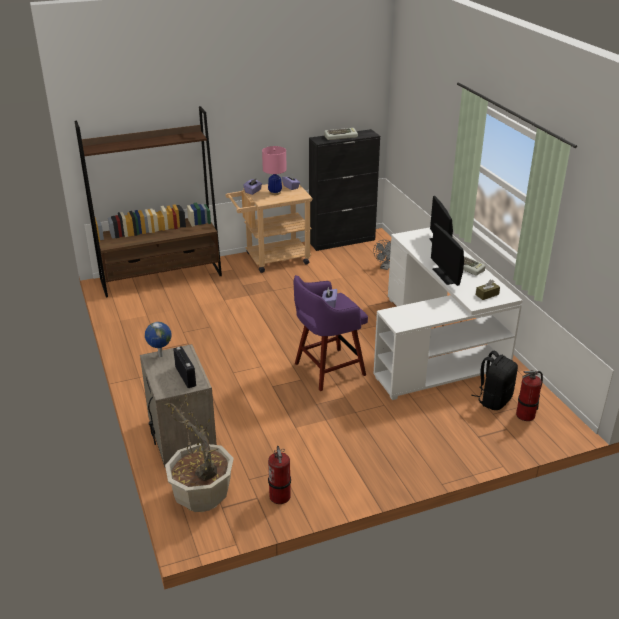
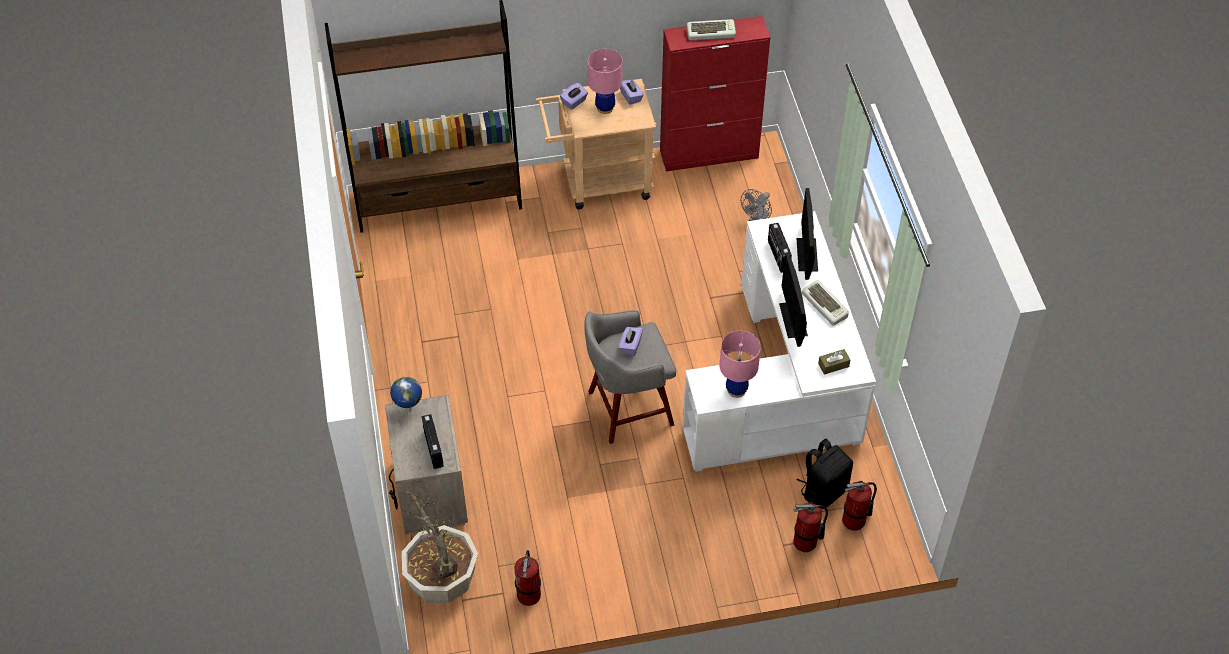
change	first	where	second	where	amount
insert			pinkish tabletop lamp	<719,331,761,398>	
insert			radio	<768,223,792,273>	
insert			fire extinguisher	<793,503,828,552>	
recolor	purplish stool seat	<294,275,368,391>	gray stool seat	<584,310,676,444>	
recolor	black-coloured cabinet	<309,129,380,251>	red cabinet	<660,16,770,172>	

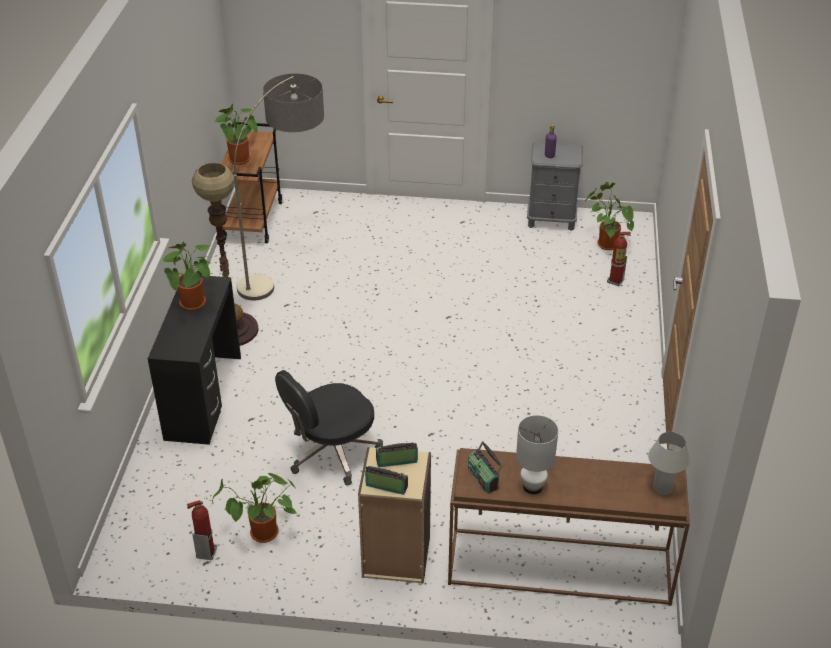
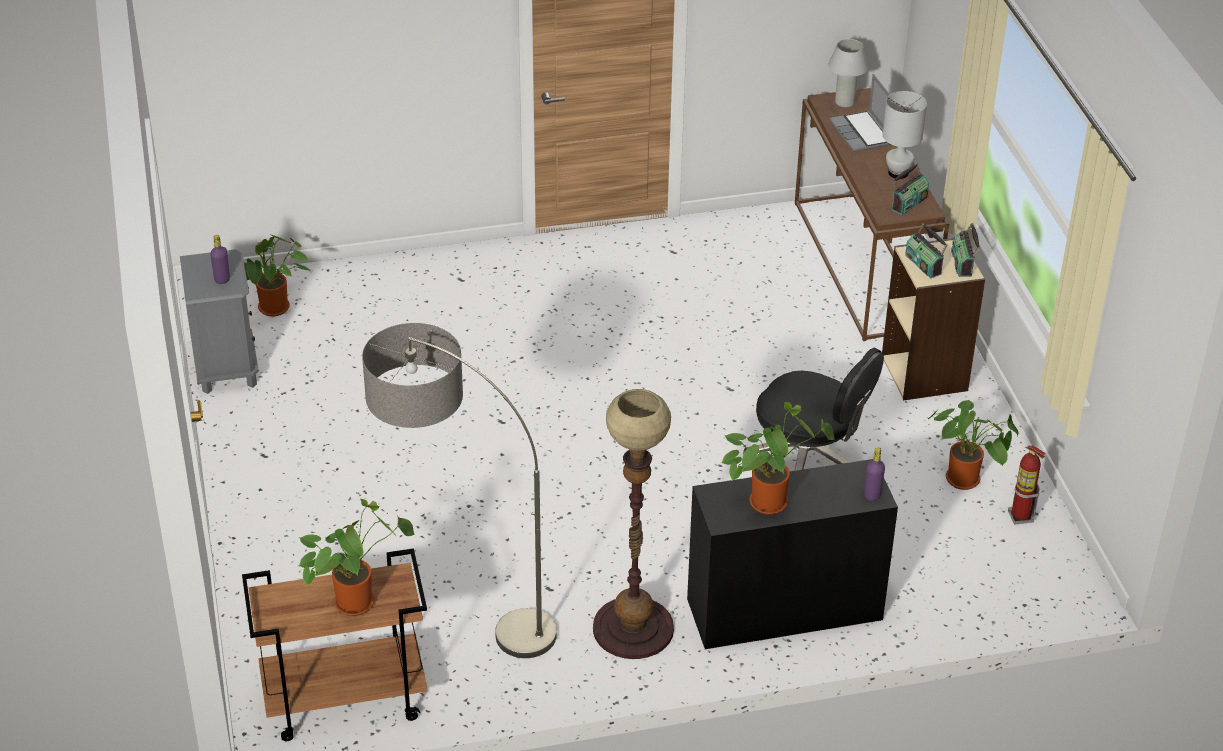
change	first	where	second	where	amount
delete	fire extinguisher	<607,232,631,287>			
insert			notebook computer	<830,74,891,152>	
insert			purplish drink bottle	<864,448,885,501>	

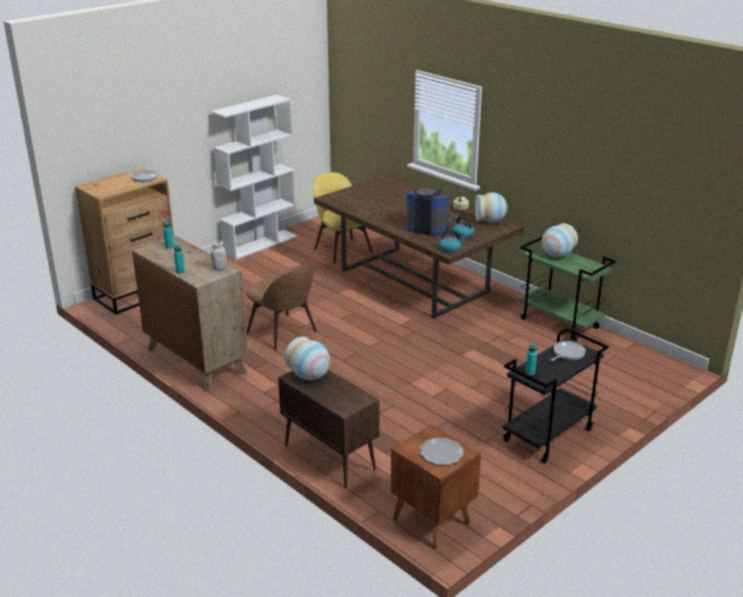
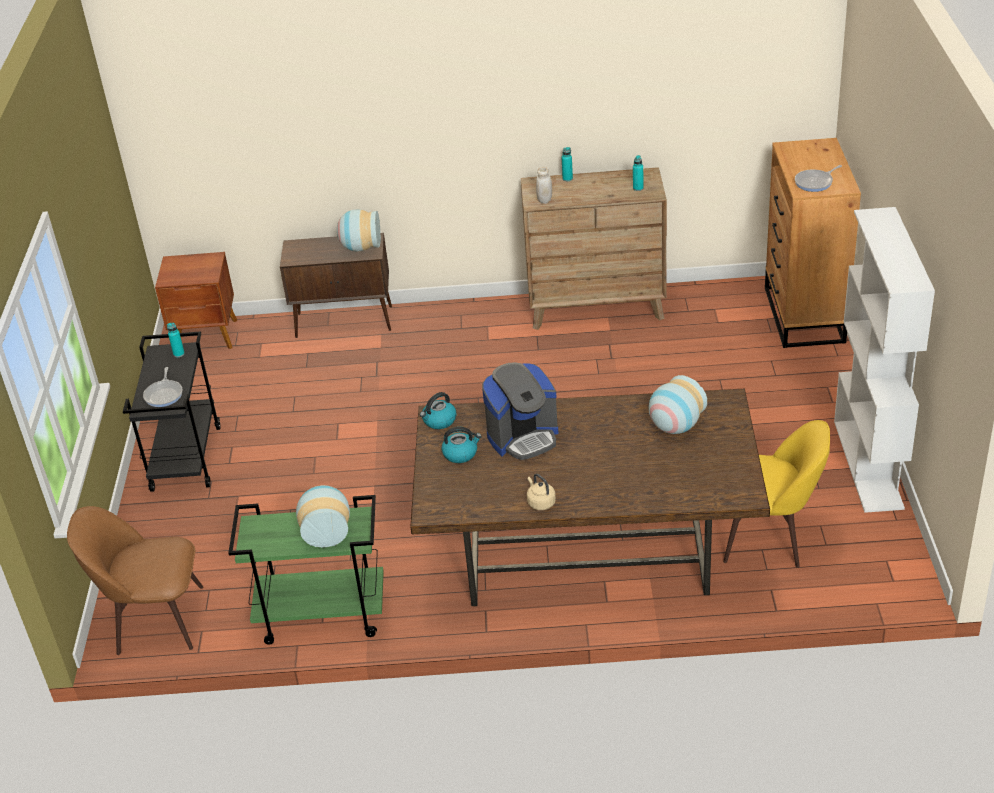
change	first	where	second	where	amount
delete	dinner plate	<420,438,464,465>			
move	brown upright chair	<246,263,317,350>		<67,506,203,655>	
move	vase	<475,192,507,223>		<649,375,707,434>	

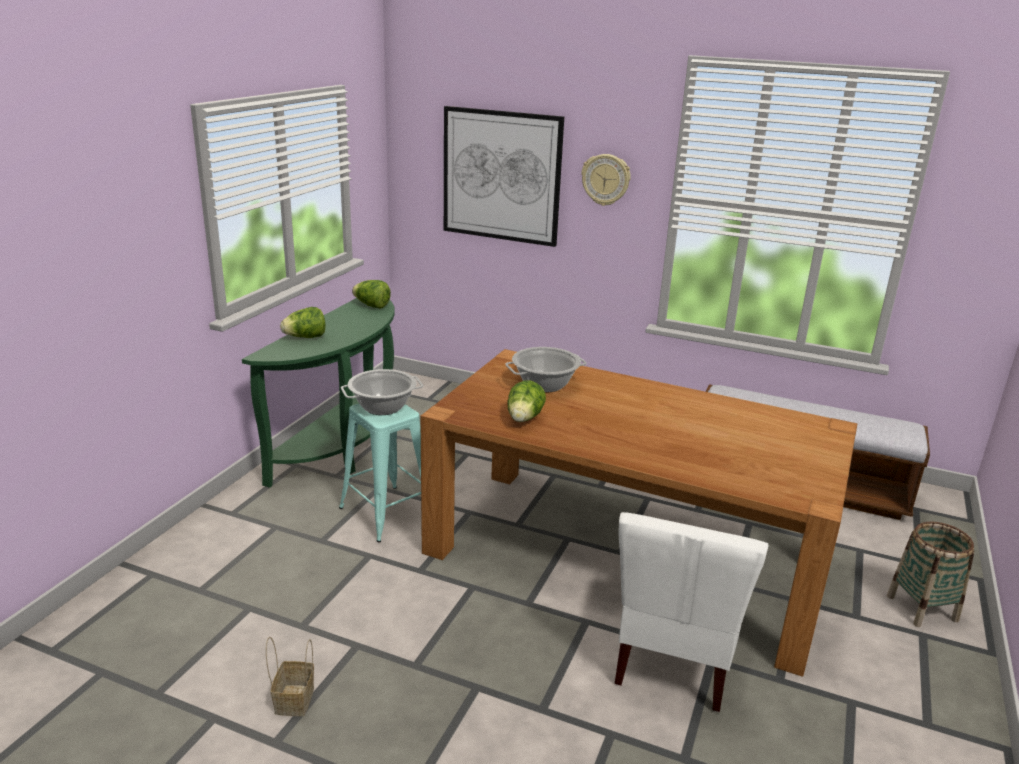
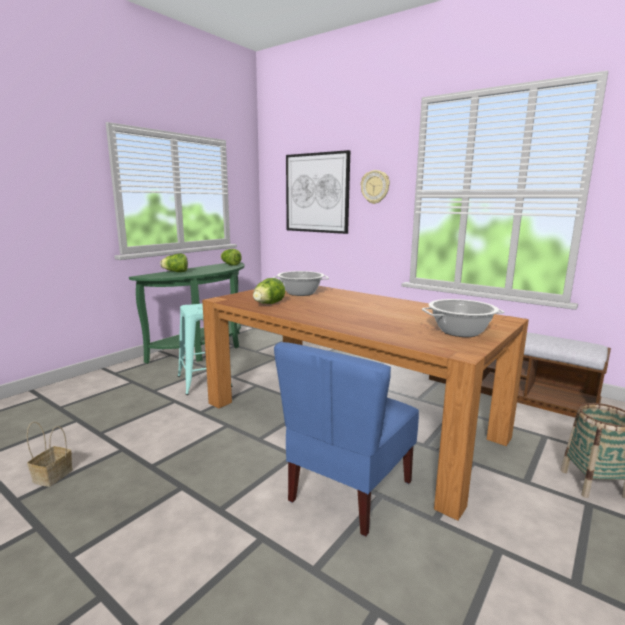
change	first	where	second	where	amount
move	stockpot	<341,369,423,415>		<422,299,504,337>	
recolor	white-coloured upright chair	<615,512,768,712>	blue upright chair	<274,342,419,536>	

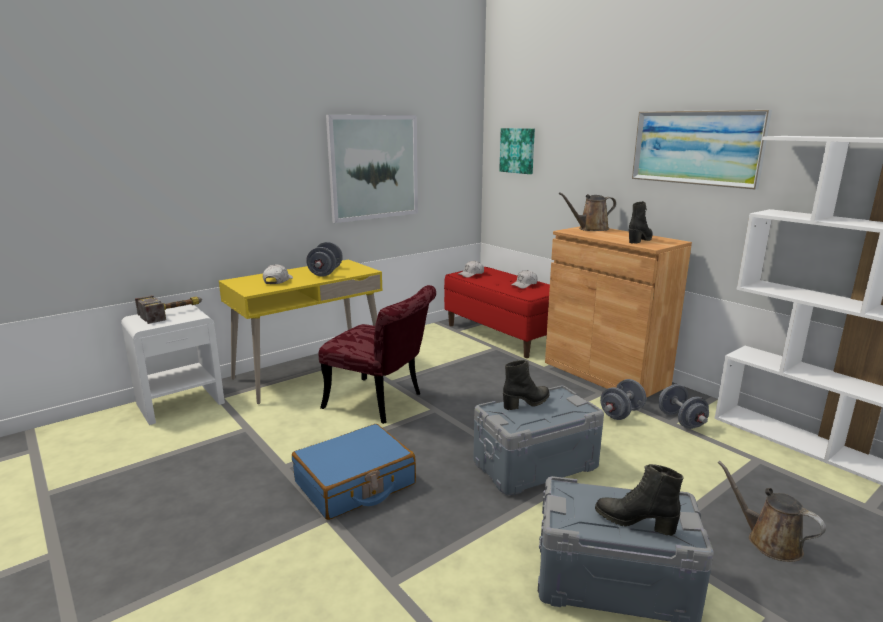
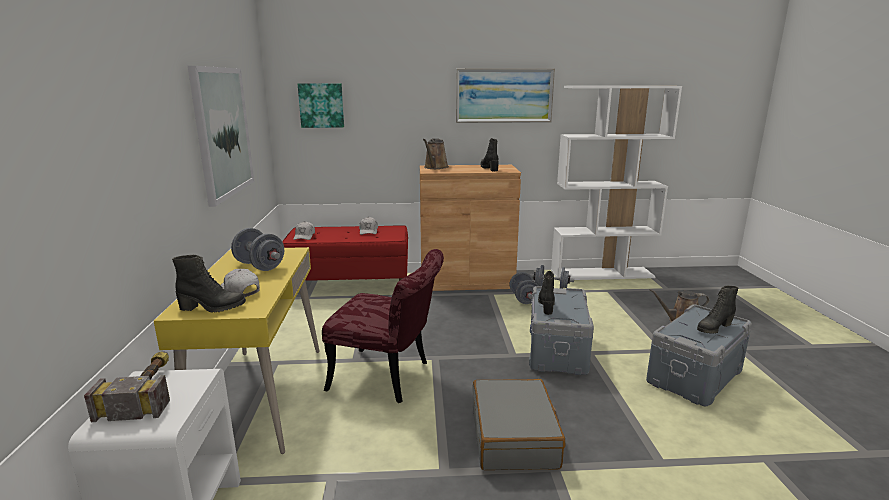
change	first	where	second	where	amount
insert			black-coloured high-top boot	<172,255,246,313>	
recolor	blue travel case	<292,424,416,520>	gray travel case	<472,379,565,470>	
rotate	red upright chair	<319,285,436,424>		<322,249,444,403>	45 degrees clockwise

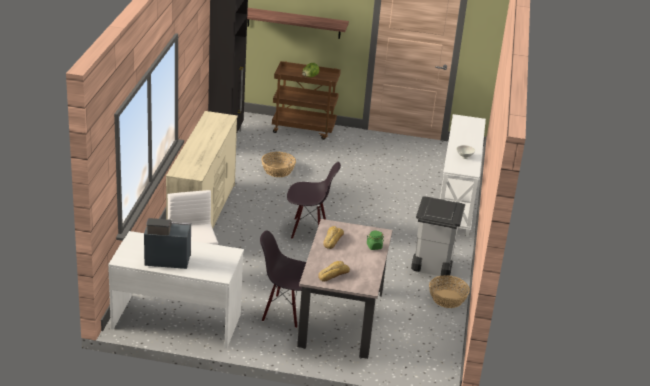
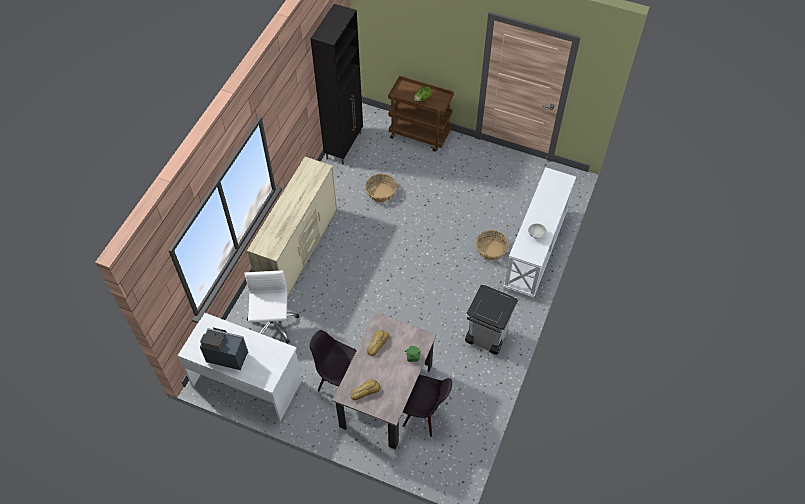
change	first	where	second	where	amount
delete	wall shelf	<247,8,349,39>			
move	black-coloured upright chair	<287,162,341,239>		<403,375,452,437>	
move	basket	<429,275,470,308>		<476,230,509,260>	

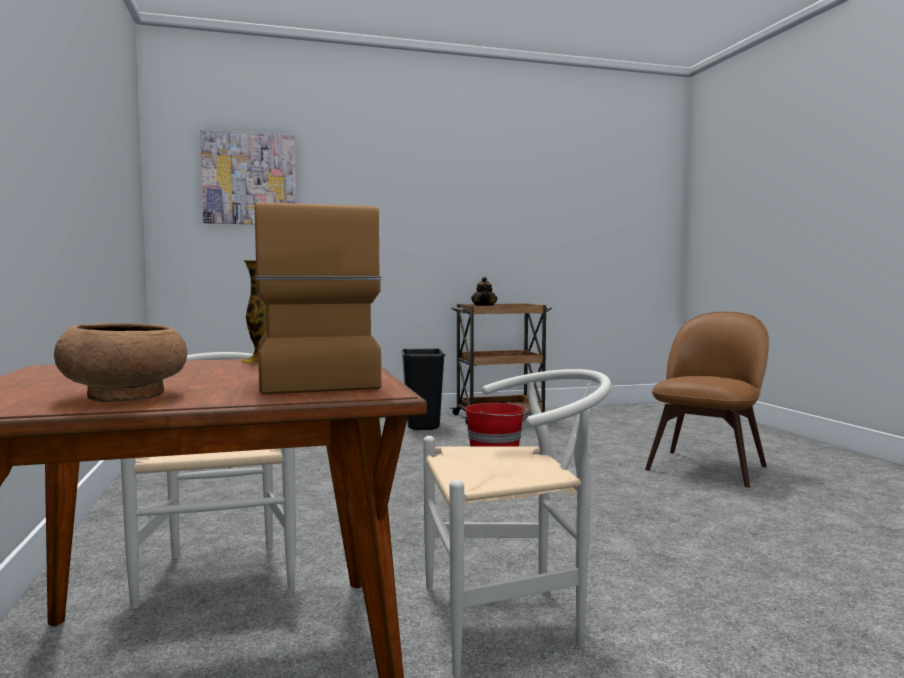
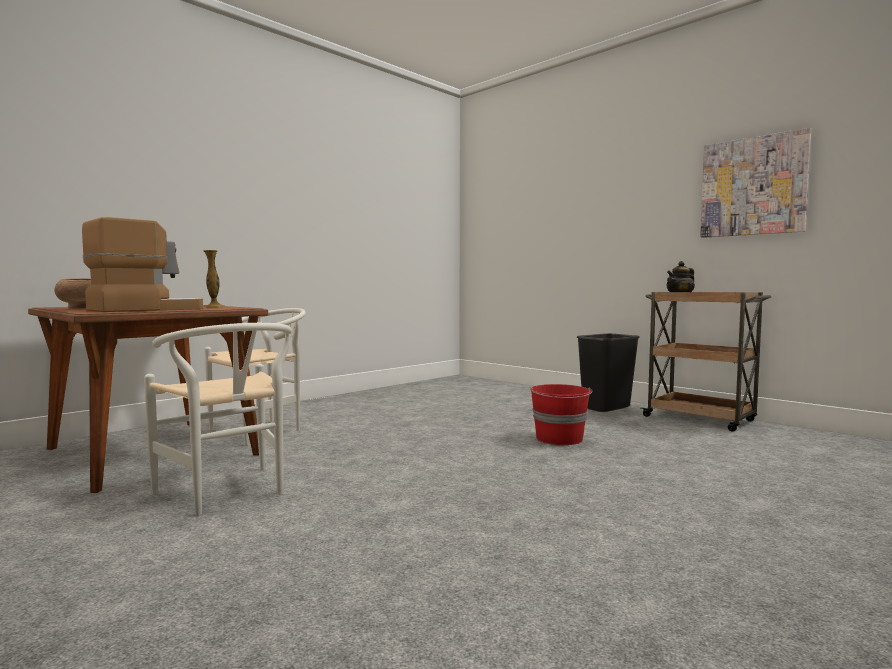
change	first	where	second	where	amount
delete	brown upright chair	<645,312,769,488>			
move	picture	<200,130,296,224>		<700,128,811,238>	

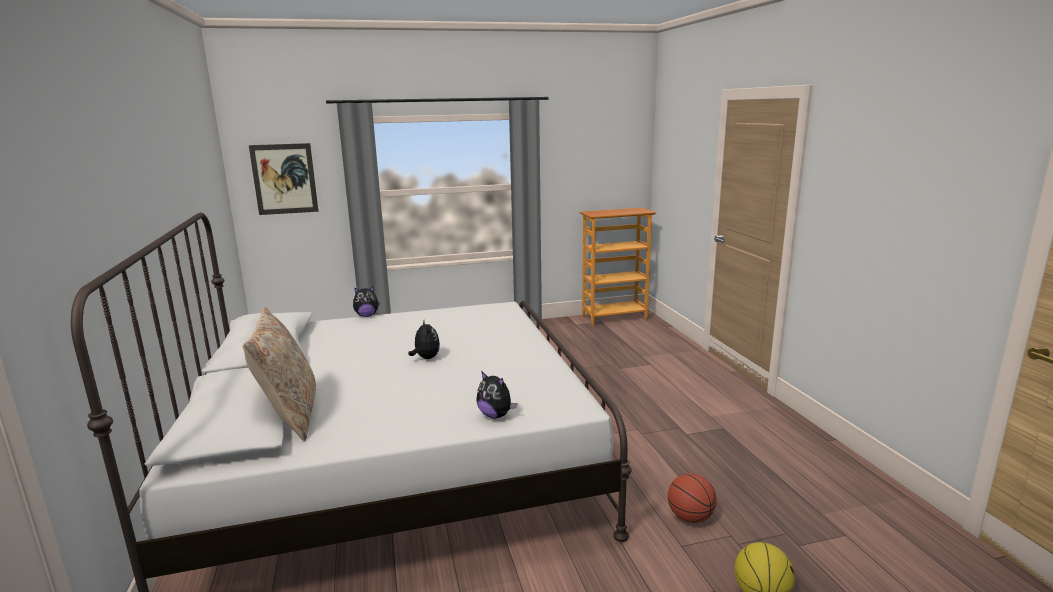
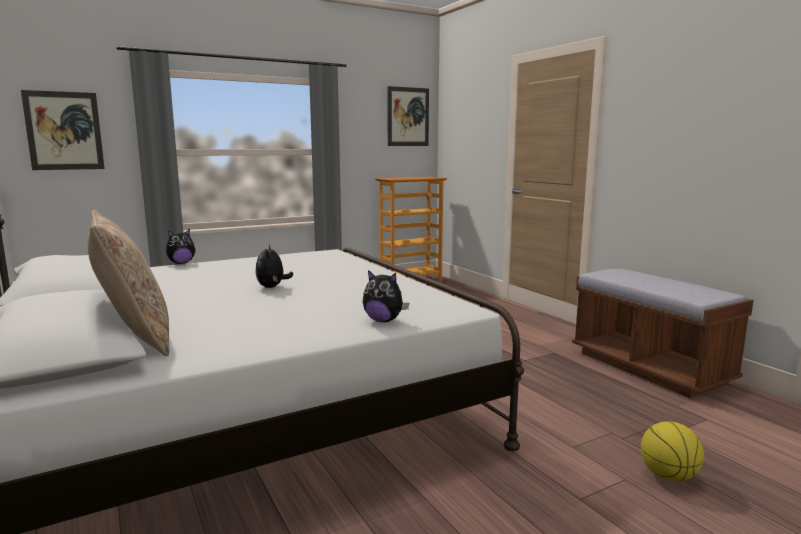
change	first	where	second	where	amount
delete	ball for basketball	<668,473,716,523>			
insert			picture	<387,86,429,146>	
insert			brown indoor bench	<572,269,753,398>	
rotate	soft toy	<408,321,440,359>		<255,245,293,288>	150 degrees counterclockwise

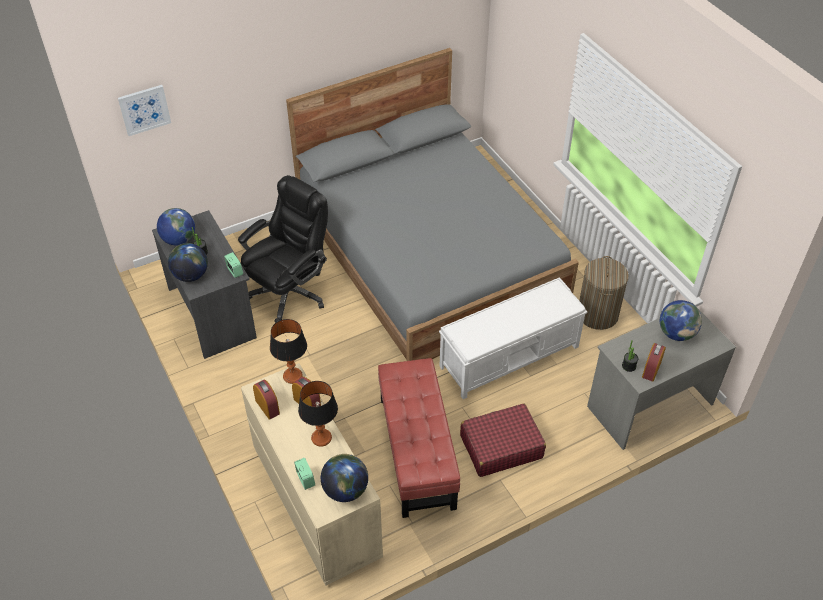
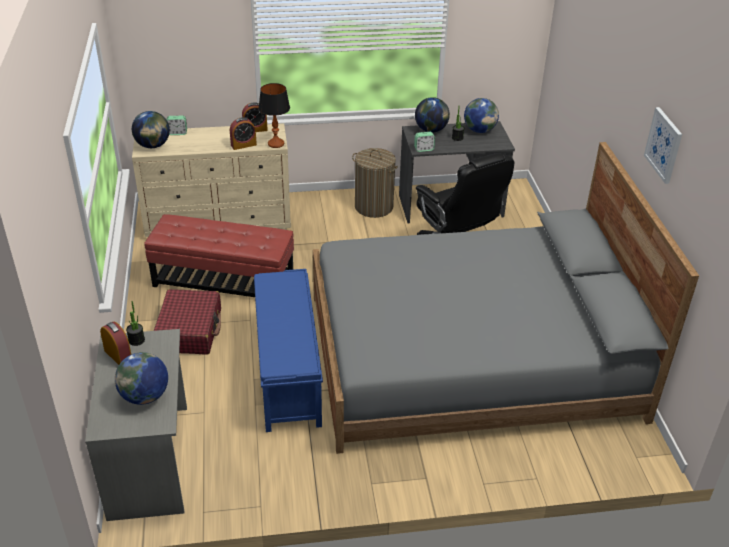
change	first	where	second	where	amount
delete	tabletop lamp	<298,381,338,447>			
move	picture	<118,85,171,136>		<644,107,682,184>	
move	hamper	<579,256,629,330>		<352,148,398,218>	
recolor	white-coloured indoor bench	<439,277,587,399>	blue indoor bench	<254,269,323,432>	

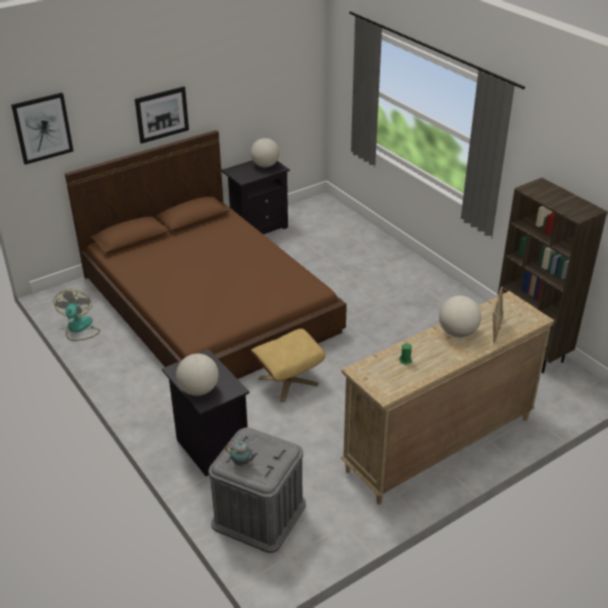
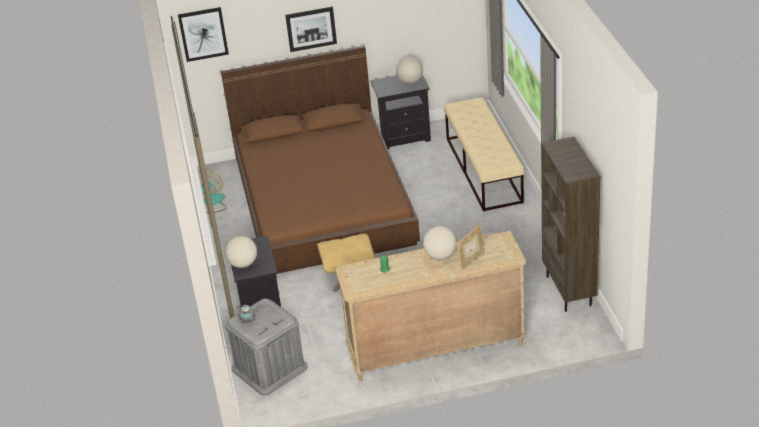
change	first	where	second	where	amount
insert			beige-coloured indoor bench	<444,97,524,211>	

